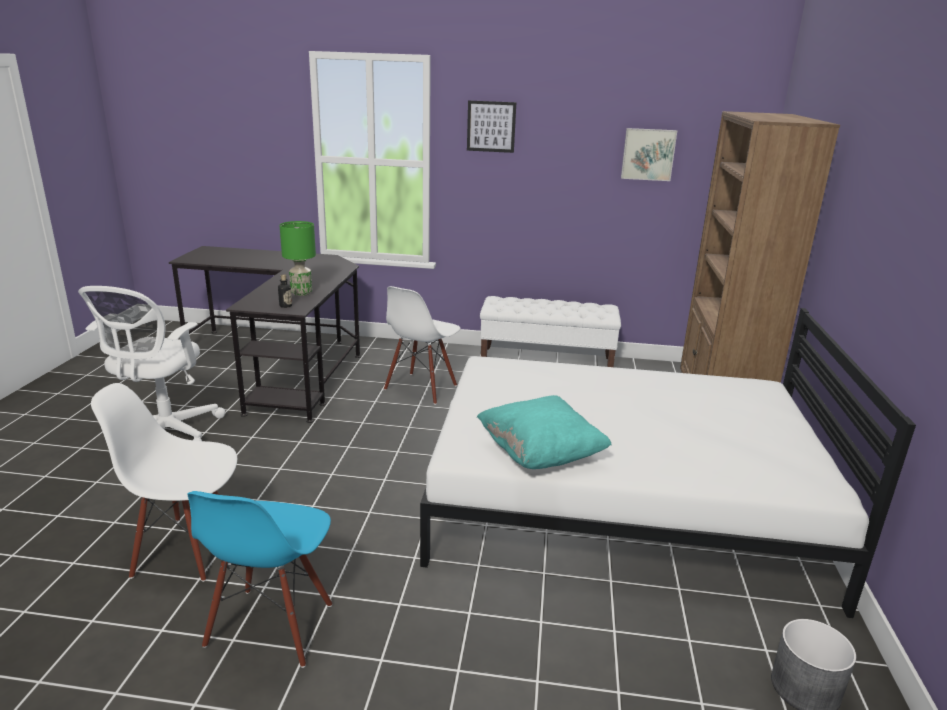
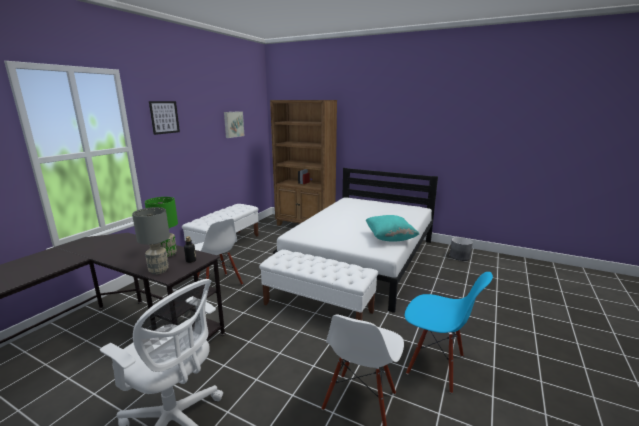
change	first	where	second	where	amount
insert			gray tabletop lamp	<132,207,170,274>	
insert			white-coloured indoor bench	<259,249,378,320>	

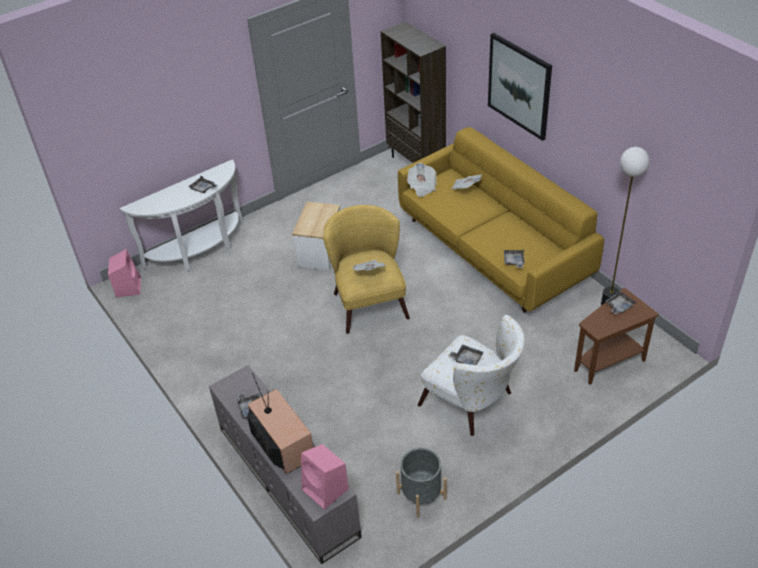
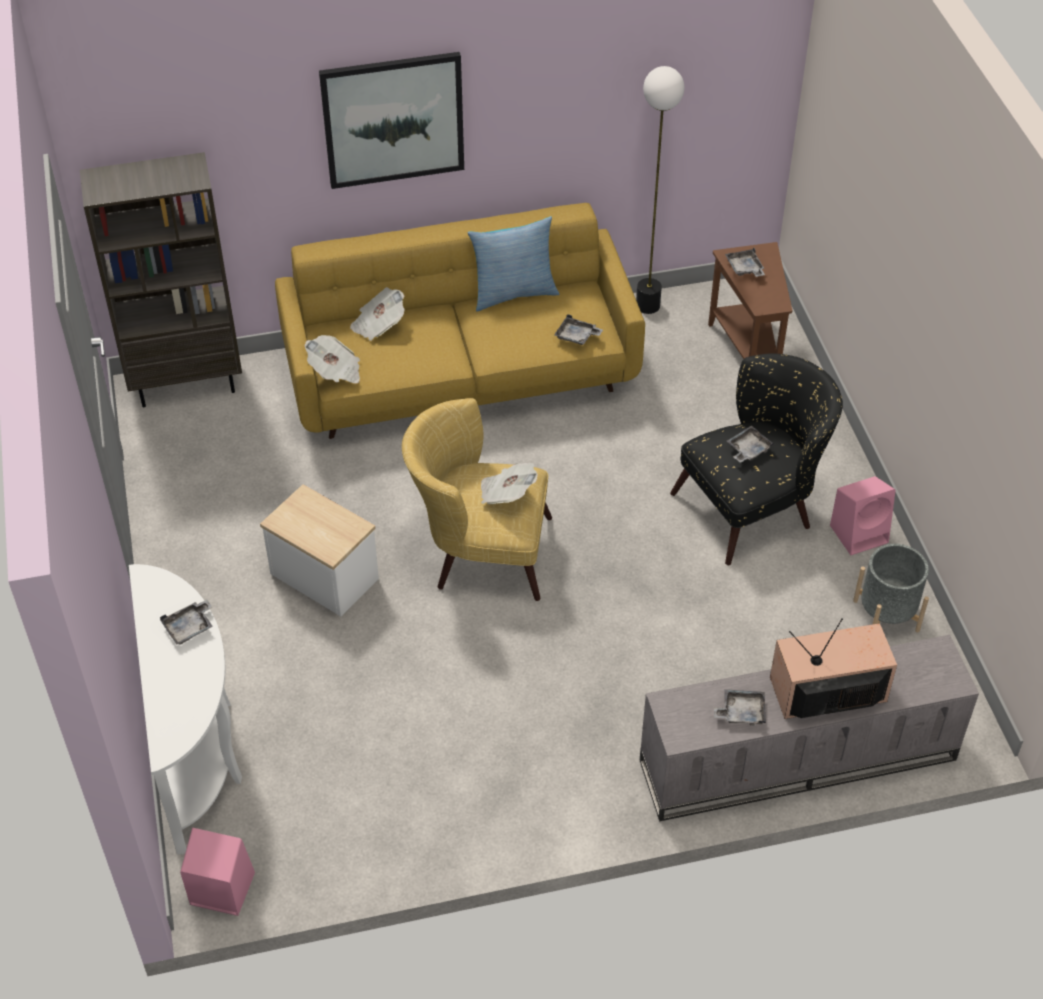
change	first	where	second	where	amount
insert			pillow	<468,216,559,312>	
move	pinkish speaker	<301,444,349,510>		<830,476,896,555>	
recolor	white-coloured lounge chair	<418,315,525,436>	black-coloured lounge chair	<670,353,843,565>	

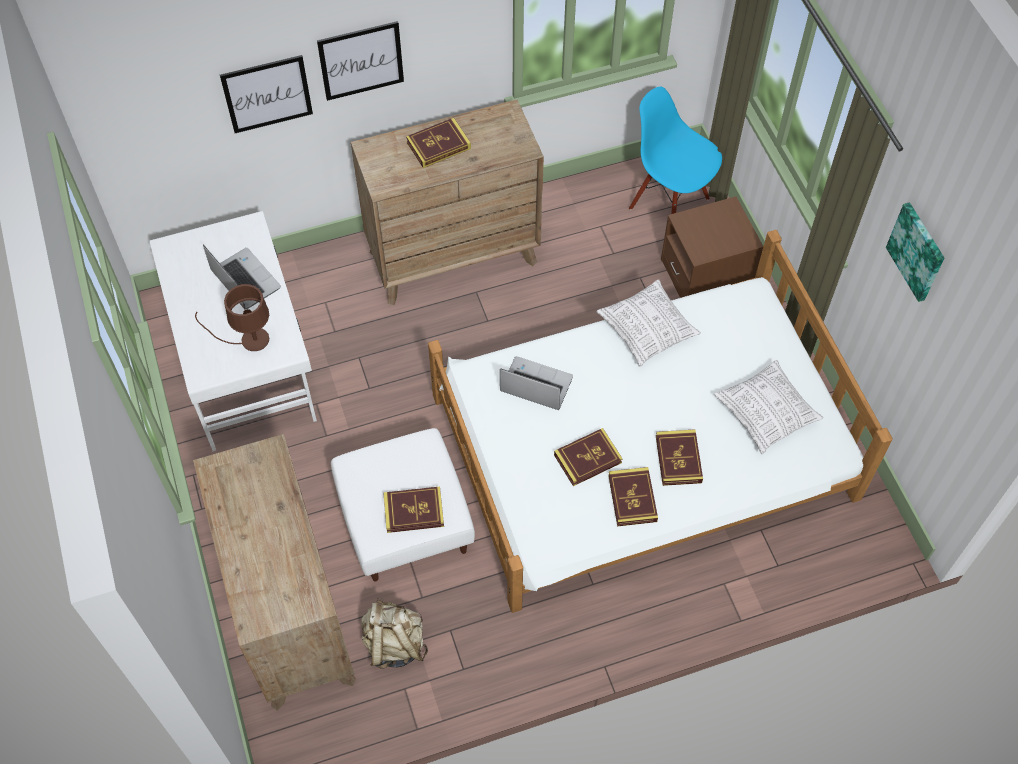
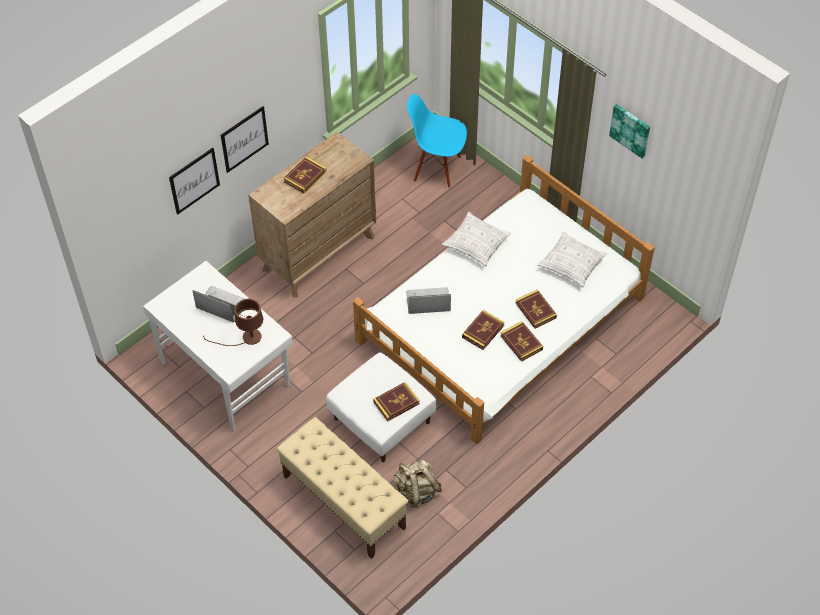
change	first	where	second	where	amount
delete	brown night table	<661,196,763,298>			
replace	brown drawer chest	<193,434,356,711>	beige-coloured indoor bench	<277,417,408,559>	

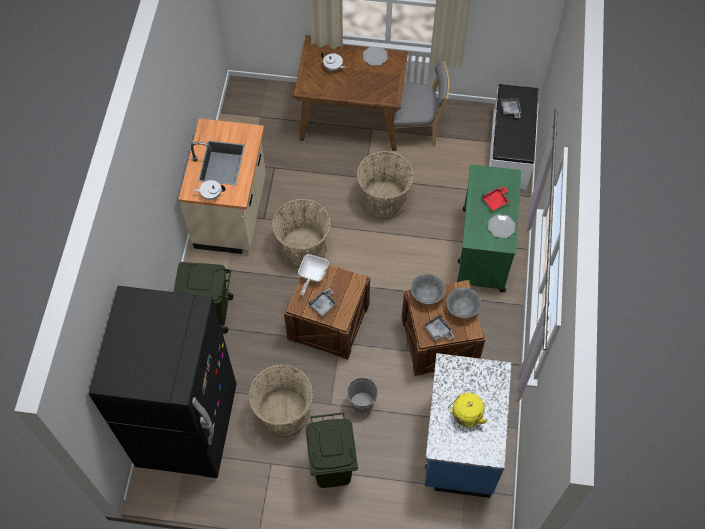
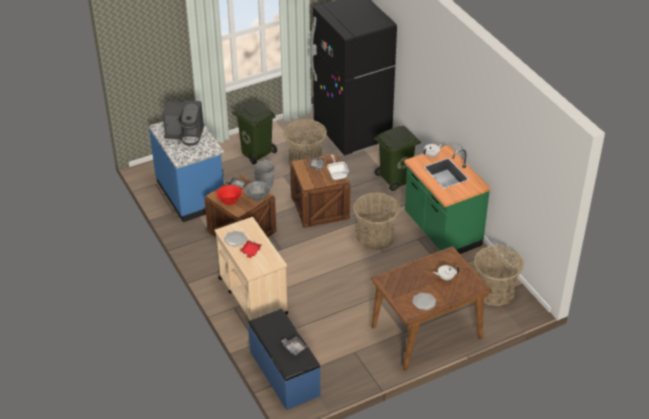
change	first	where	second	where	amount
delete	gray upright chair	<389,59,449,148>			
move	basket	<356,151,414,220>		<474,246,524,306>	
replace	yellow-coloured kettle	<448,393,487,427>	coffee maker	<162,100,204,146>	
recolor	beige-coloured kitchen counter	<178,118,266,254>	green-coloured kitchen counter	<404,145,490,254>	
recolor	gray deep dish	<447,287,482,318>	red deep dish	<216,185,242,205>	
recolor	green-coloured wheeled cart	<457,165,521,292>	beige-coloured wheeled cart	<215,217,288,320>	
recolor	white-coloured indoor bench	<489,84,538,190>	blue indoor bench	<248,308,321,410>	

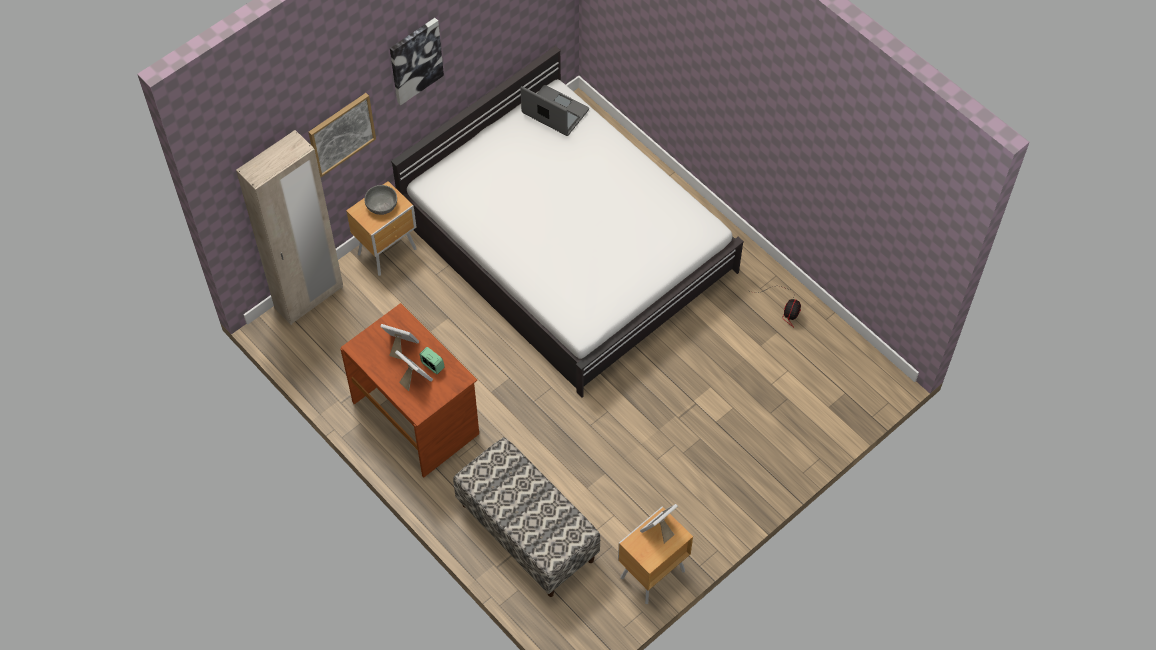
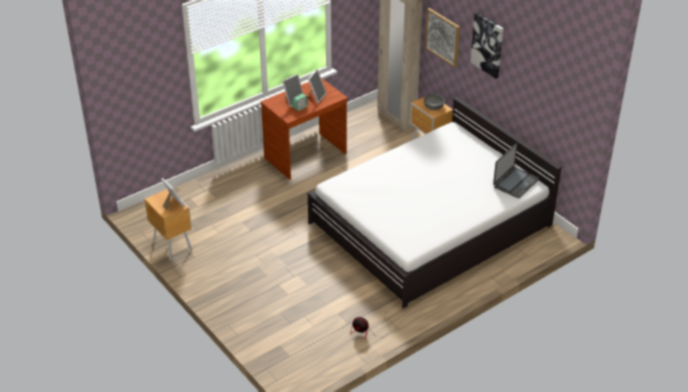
change	first	where	second	where	amount
delete	indoor bench	<453,437,600,597>			

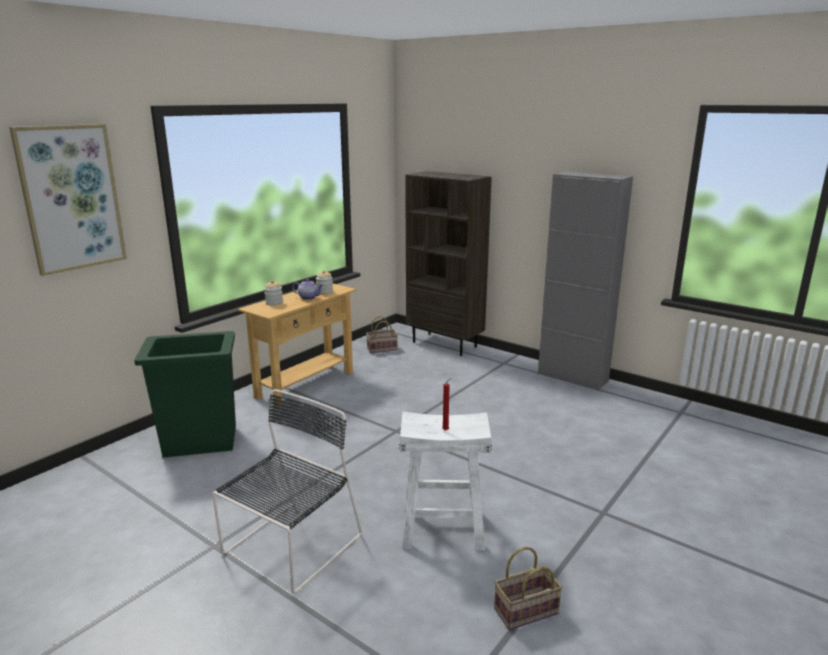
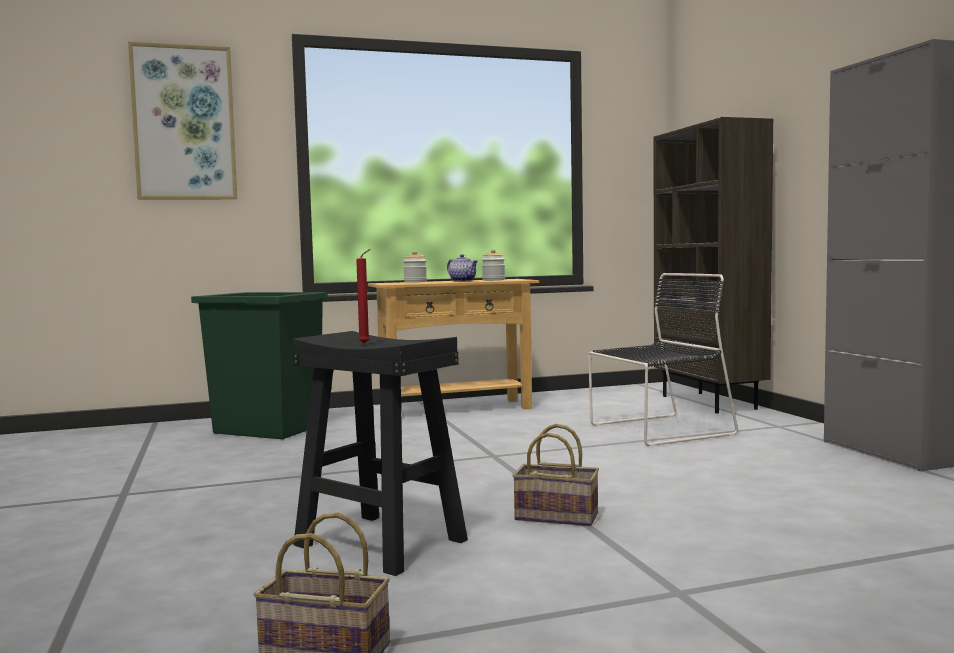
change	first	where	second	where	amount
move	black-coloured upright chair	<212,389,362,594>		<588,273,738,446>	
move	basket	<366,316,398,353>		<512,424,599,526>	
recolor	white-coloured stool seat	<399,412,492,550>	black-coloured stool seat	<292,331,468,576>	

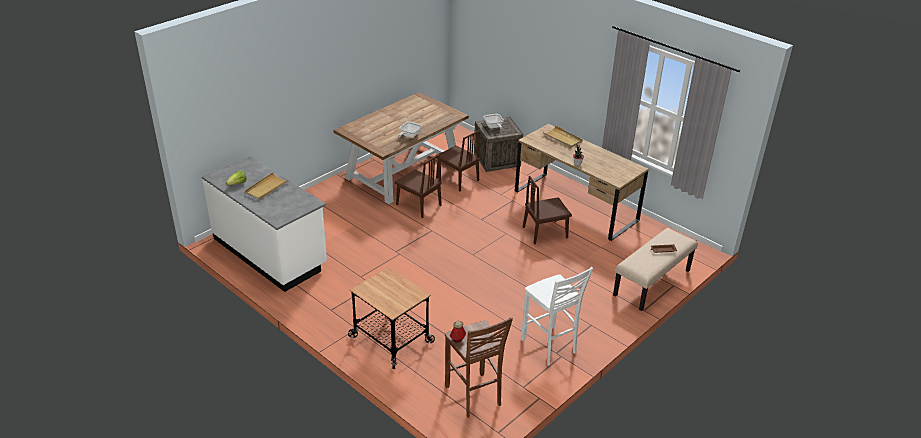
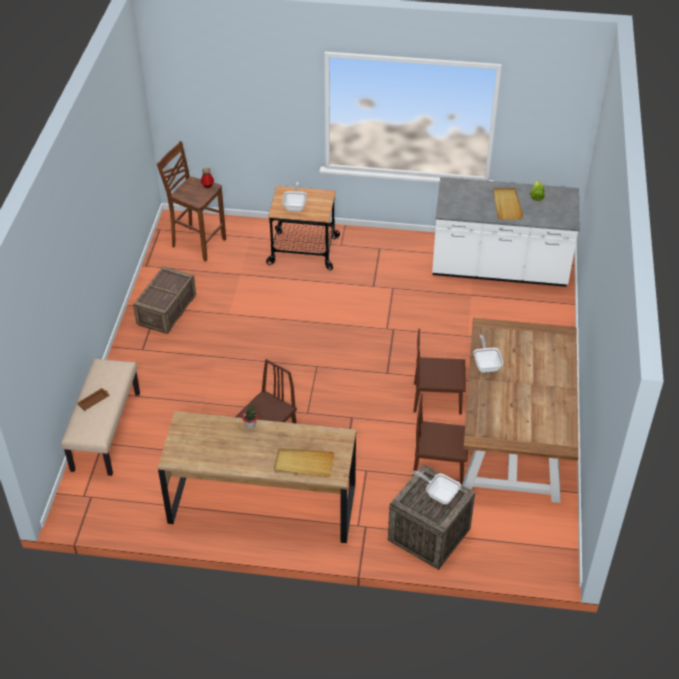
change	first	where	second	where	amount
insert			skillet	<283,181,307,212>	
replace	white-coloured stool seat	<521,267,593,366>	shipping crate	<133,266,196,334>	

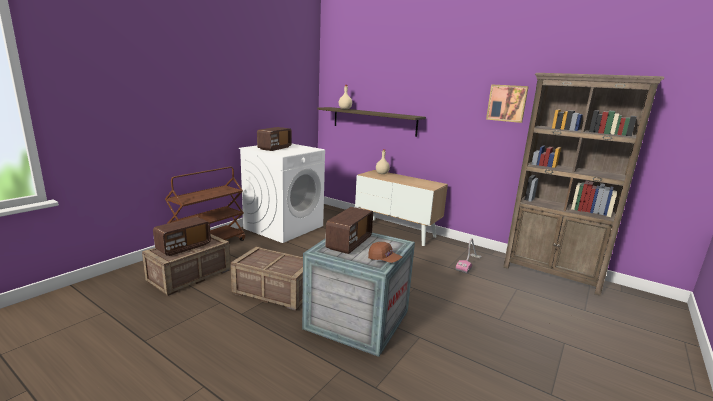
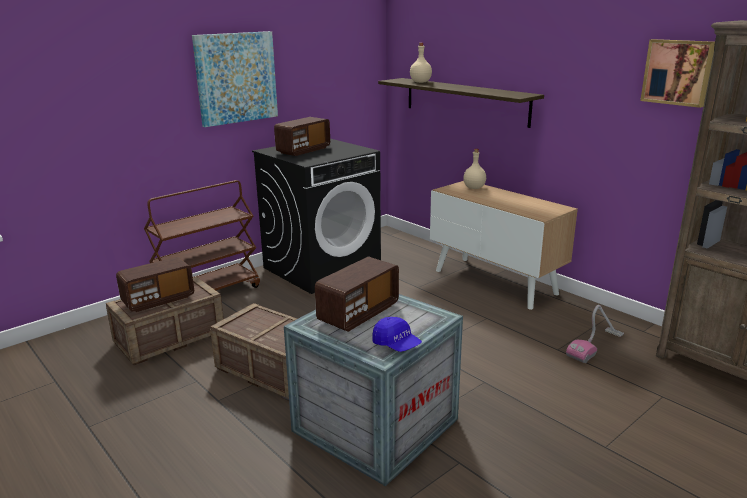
change	first	where	second	where	amount
insert			picture	<192,31,278,127>	
recolor	white-coloured laundry machine	<239,144,325,243>	black-coloured laundry machine	<252,139,381,294>	
recolor	brown peaked cap	<368,242,402,263>	blue peaked cap	<373,317,422,352>	

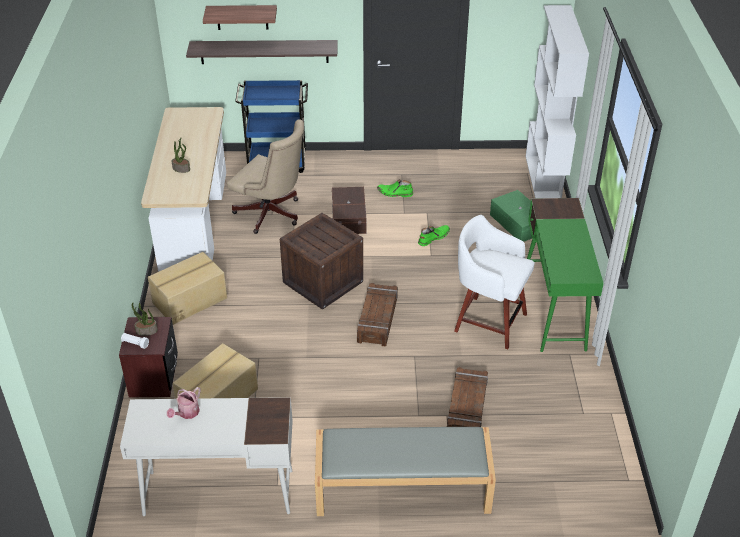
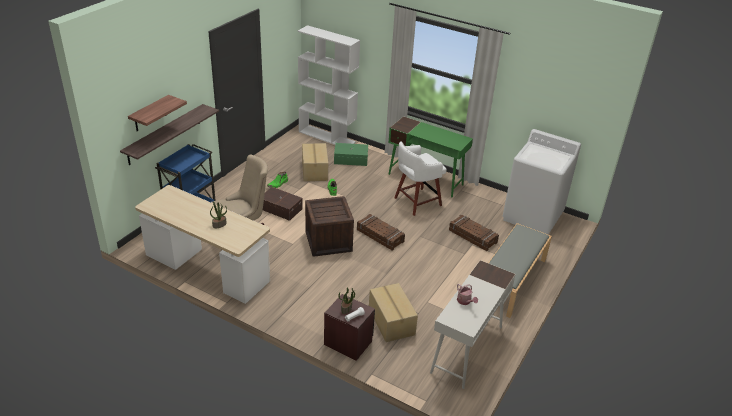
change	first	where	second	where	amount
insert			white-coloured laundry machine	<503,129,581,234>	
move	packing box	<148,252,227,325>		<302,143,328,181>	

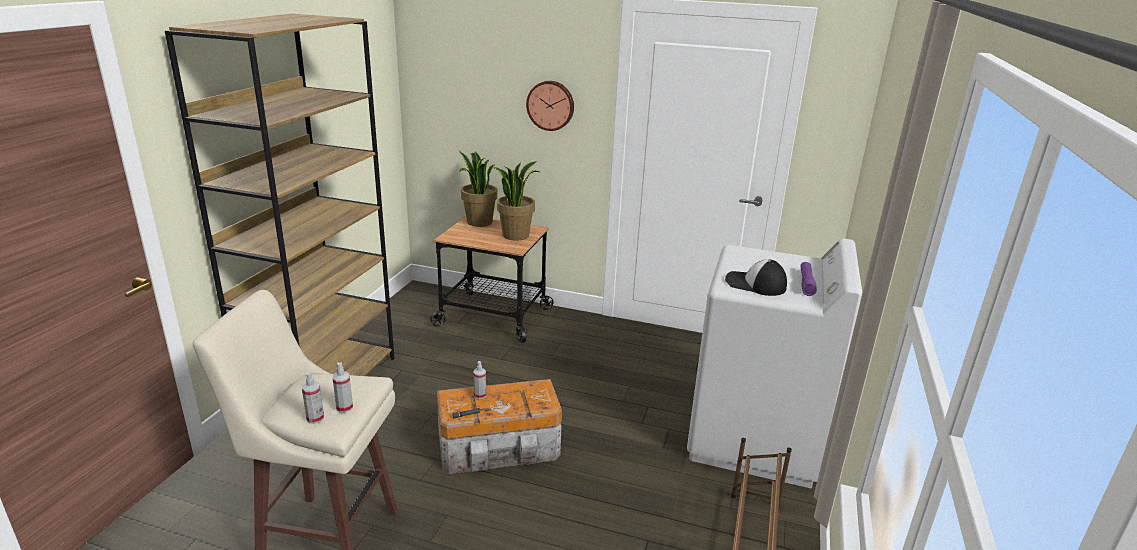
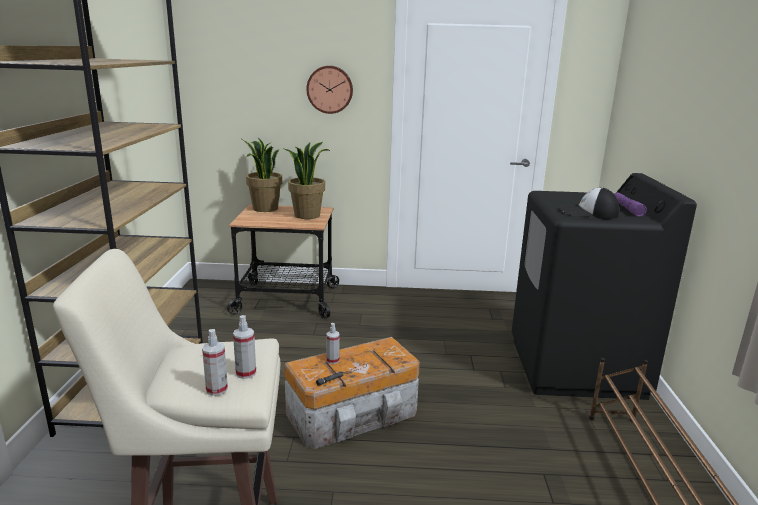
change	first	where	second	where	amount
recolor	white-coloured laundry machine	<687,238,862,489>	black-coloured laundry machine	<512,173,697,400>	

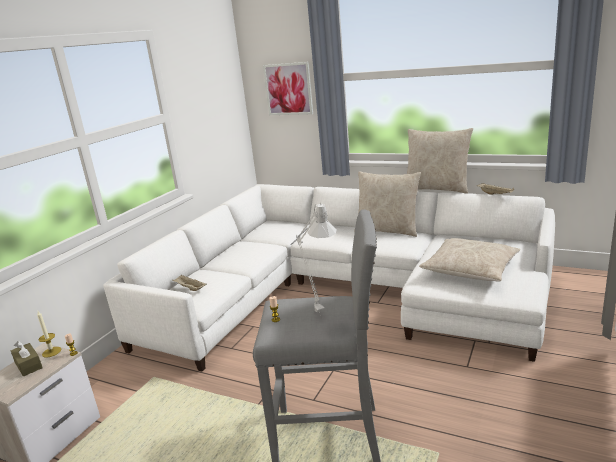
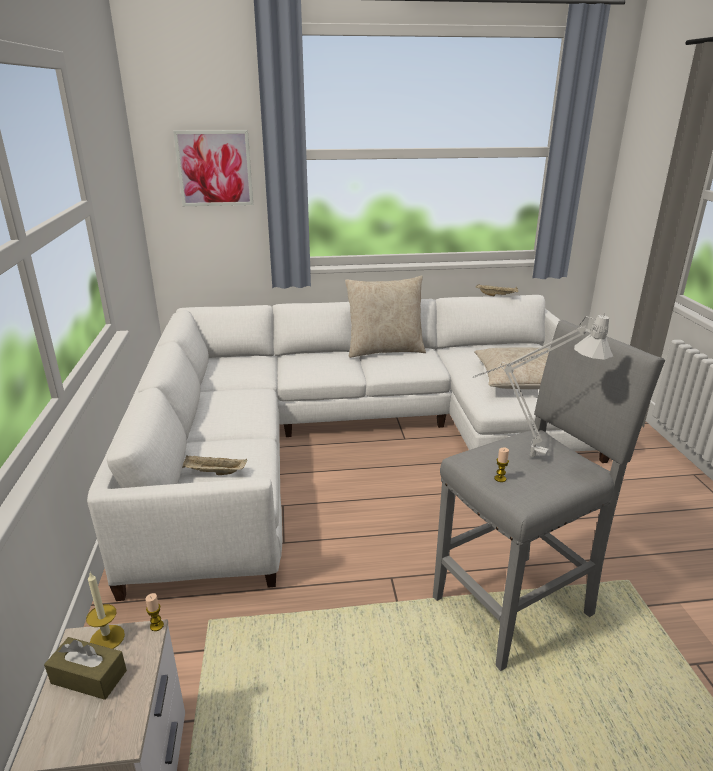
change	first	where	second	where	amount
delete	beige-coloured pillow	<407,128,473,194>			

